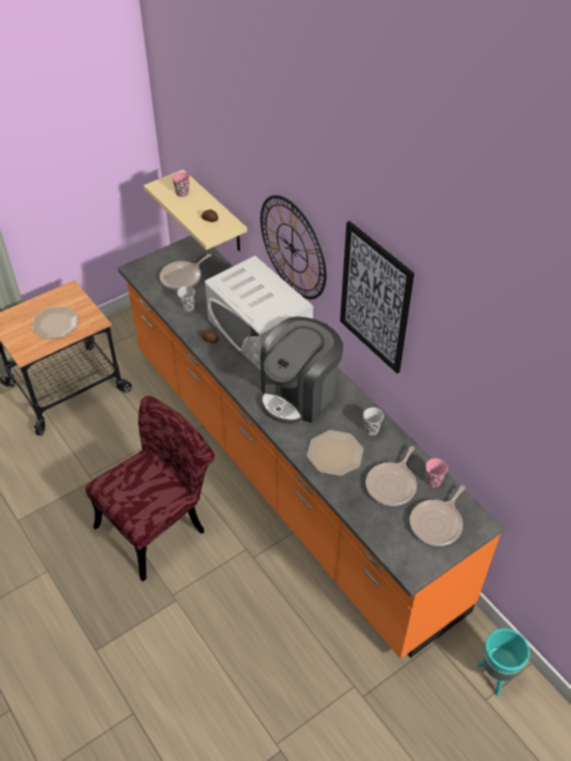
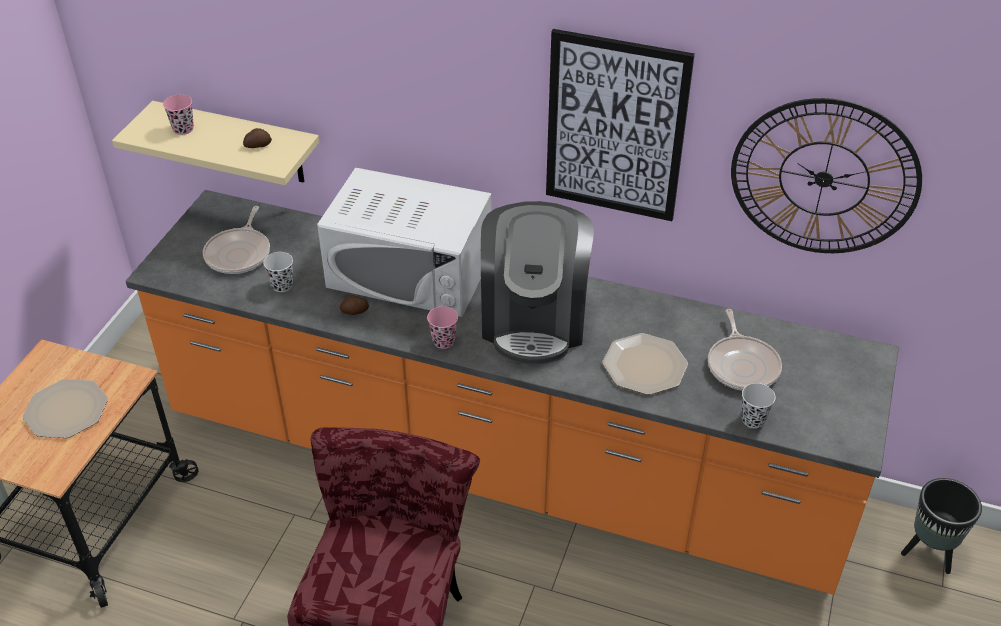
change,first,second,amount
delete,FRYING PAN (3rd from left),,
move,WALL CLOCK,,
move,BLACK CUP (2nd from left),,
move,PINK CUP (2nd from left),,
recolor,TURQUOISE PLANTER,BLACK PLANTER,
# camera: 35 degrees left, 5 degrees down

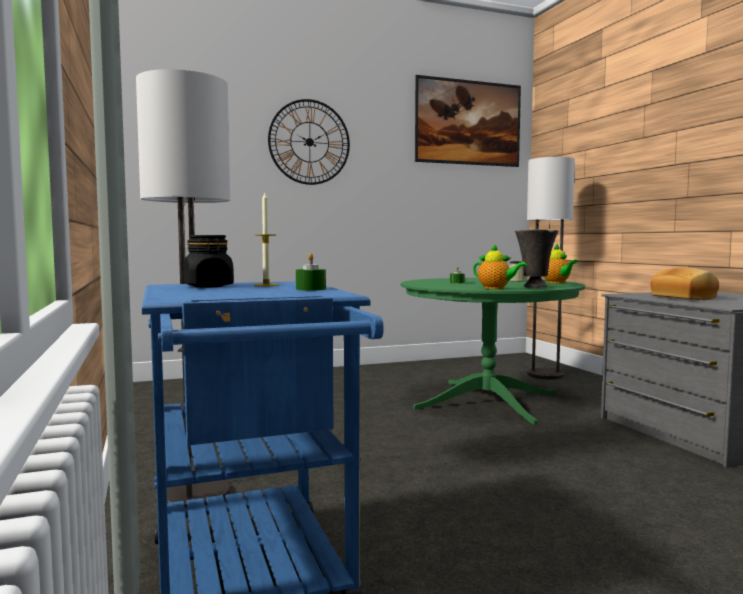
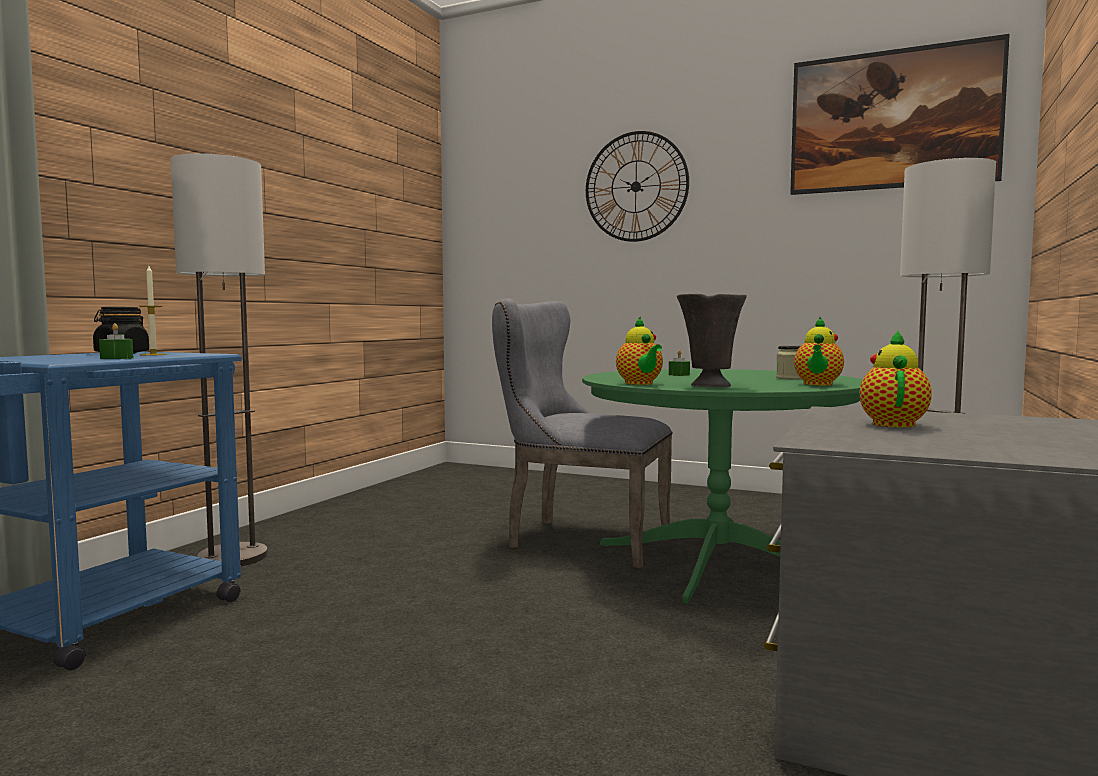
change,first,second,amount
insert,,GREY CHAIR,
replace,BREAD,TEAPOT (3rd from left),
# camera: 45 degrees right, 0 degrees up

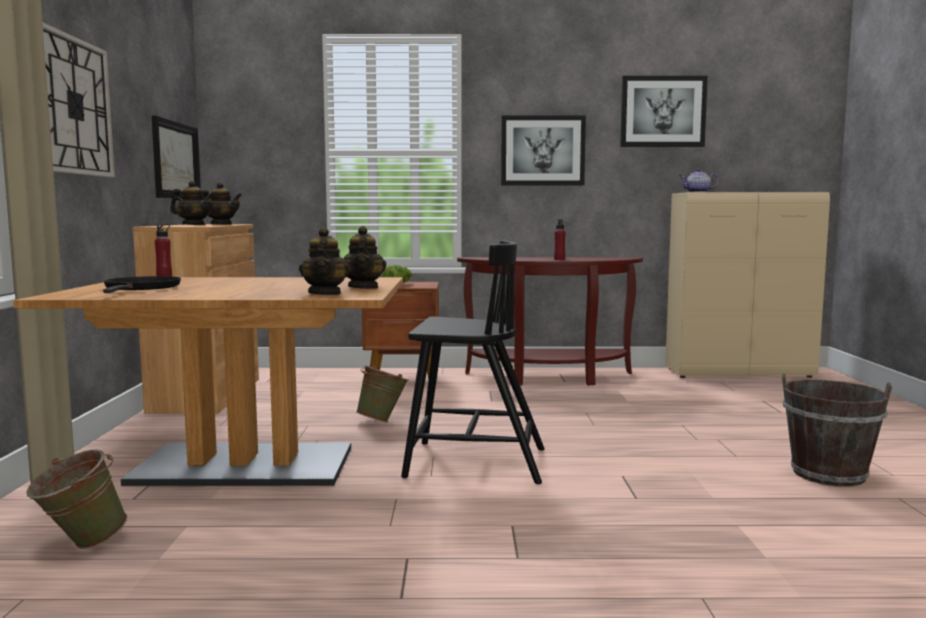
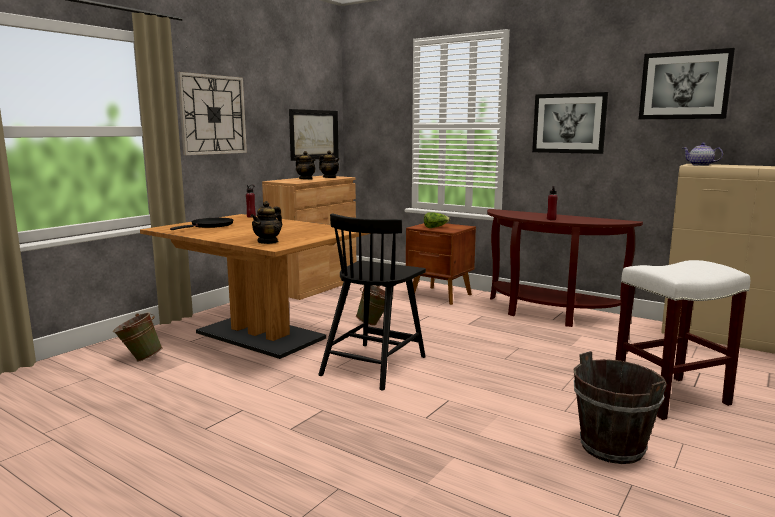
change,first,second,amount
delete,TEAPOT (4th from left),,
insert,,WHITE STOOL,
rotate,BLACK CHAIR,,75 degrees clockwise
# camera: 35 degrees right, 5 degrees up

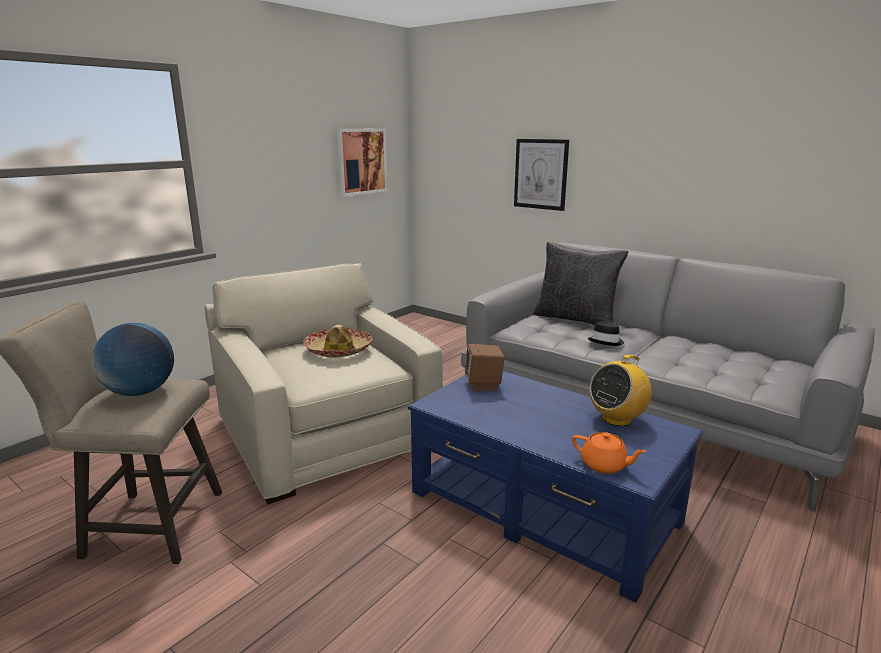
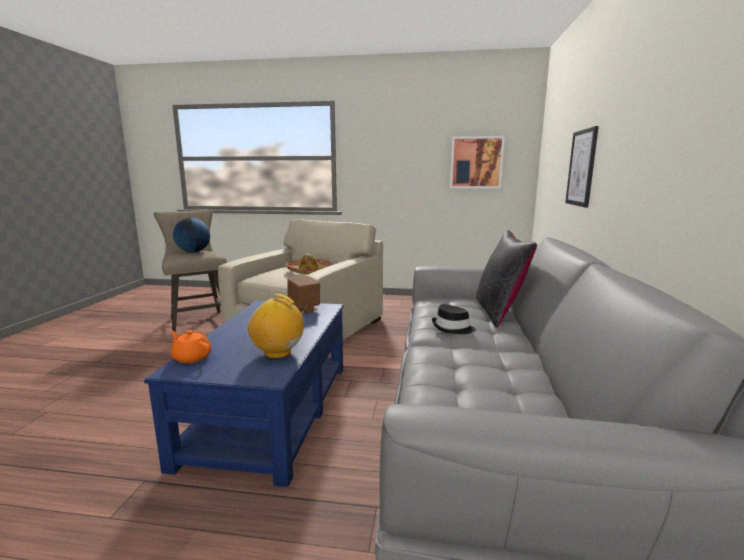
change,first,second,amount
rotate,ORANGE TEAPOT,,120 degrees clockwise
# camera: 60 degrees right, 5 degrees down

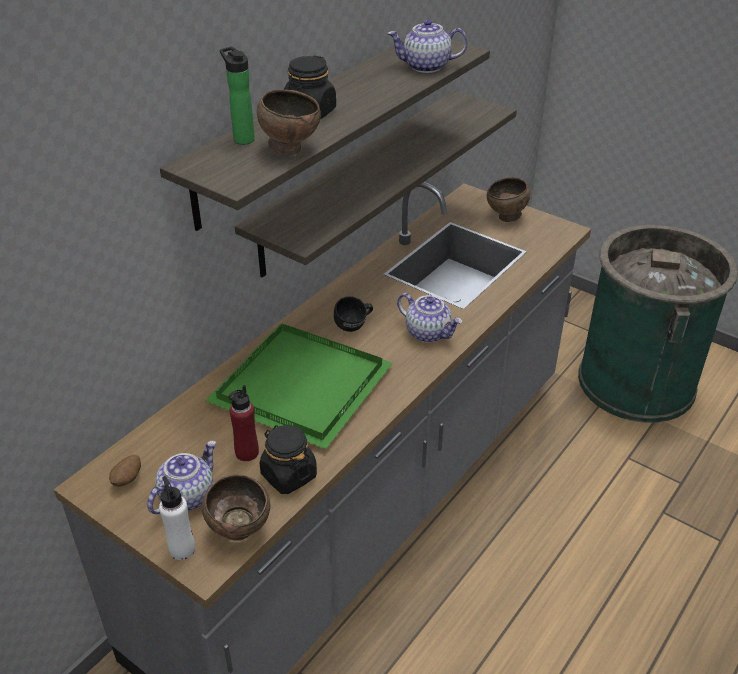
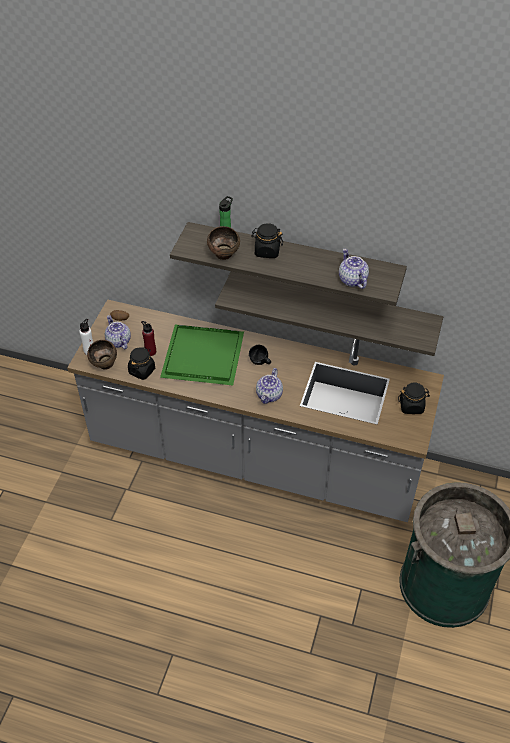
change,first,second,amount
replace,BROWN BOWL (3rd from left),BLACK JAR (3rd from left),
rotate,TEAPOT (1st from left),,135 degrees counterclockwise
# camera: 70 degrees right, 10 degrees up

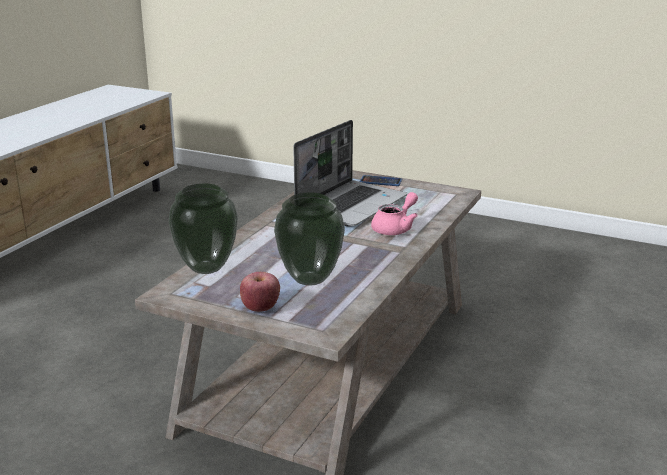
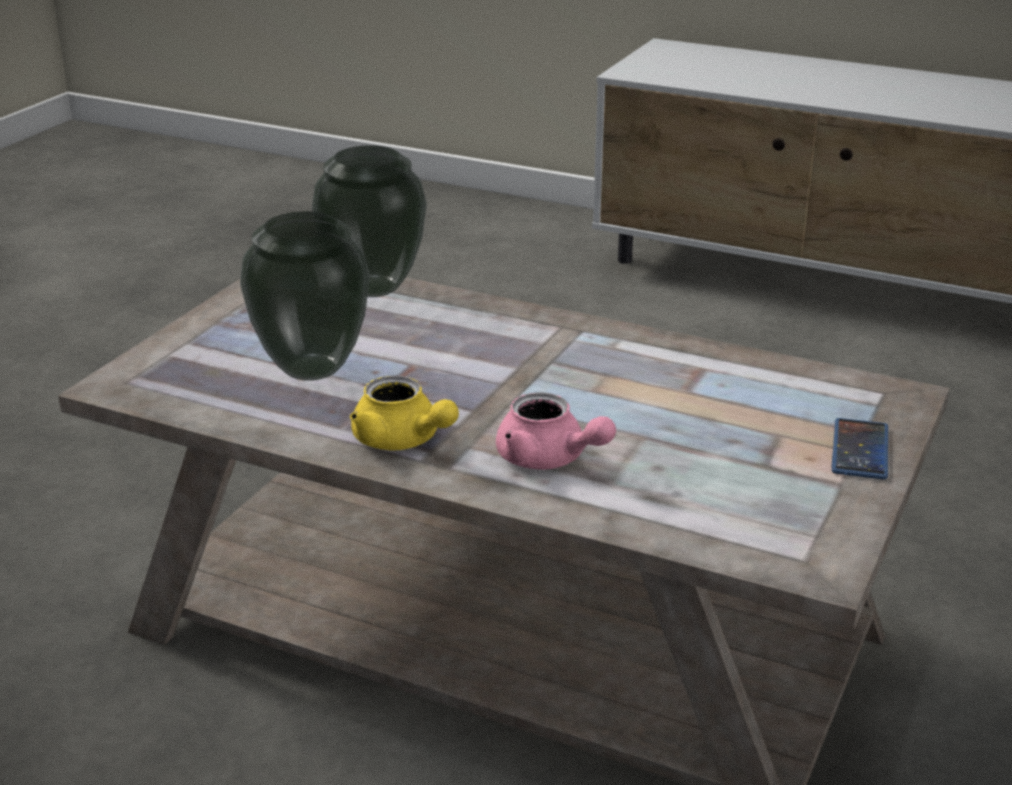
change,first,second,amount
delete,APPLE,,
delete,LAPTOP,,
insert,,YELLOW TEAPOT,
# camera: 90 degrees right, 5 degrees up

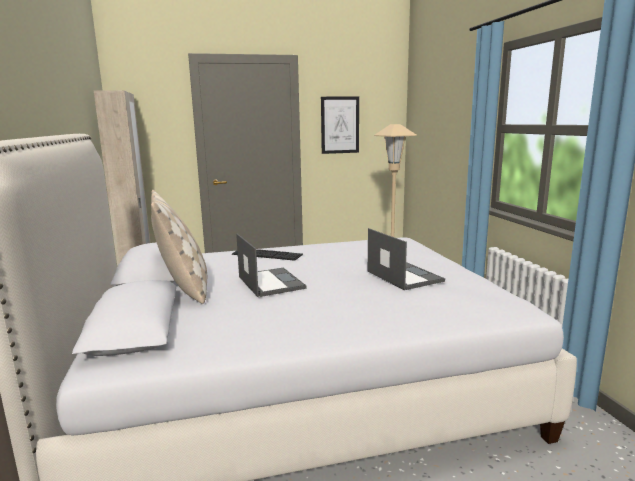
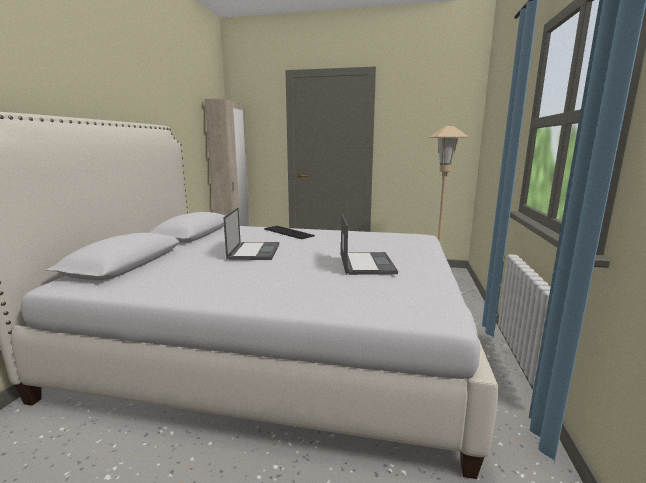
change,first,second,amount
delete,BEIGE PILLOW,,
delete,PICTURE,,
# camera: 25 degrees right, 0 degrees up

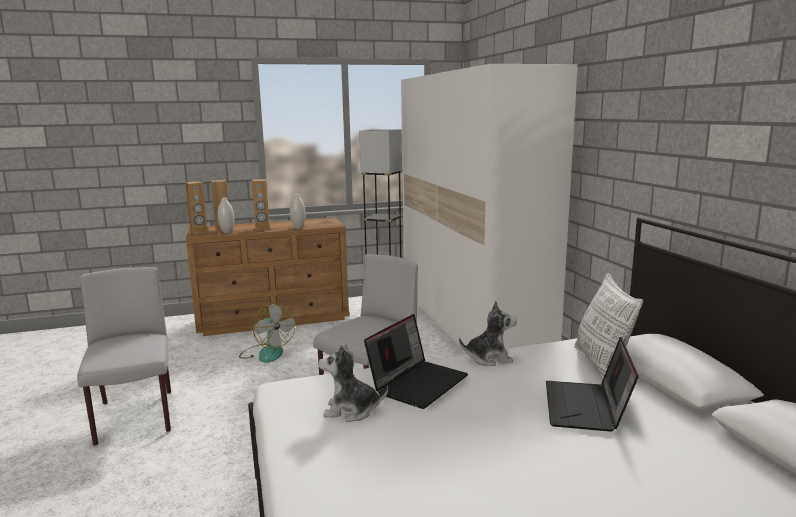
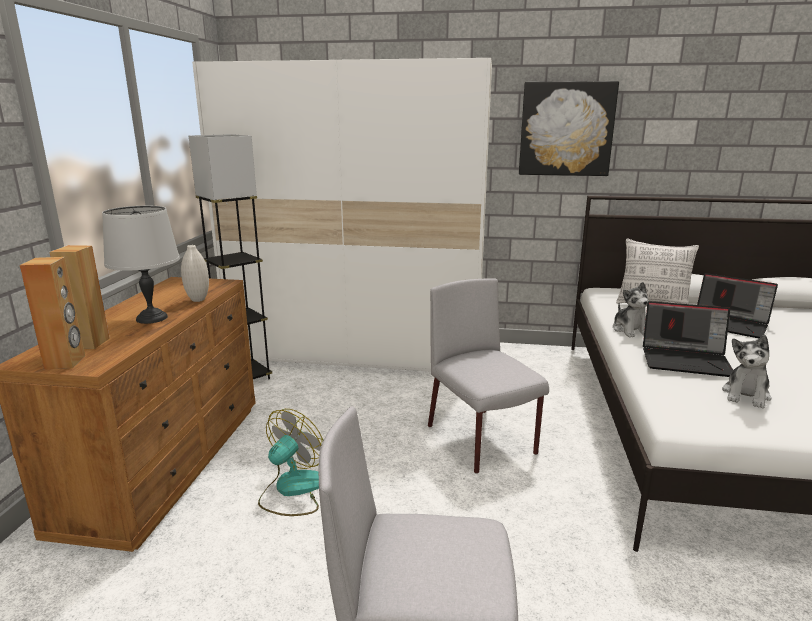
change,first,second,amount
delete,WHITE VASE (1st from left),,
insert,,PICTURE,
replace,BROWN SPEAKER (3rd from left),GREY TABLE LAMP,
rotate,FAN,,45 degrees counterclockwise
rotate,LAPTOP (1st from left),,135 degrees clockwise
rotate,PLUSH TOY (2nd from left in the first image),PLUSH TOY (1st from left),150 degrees clockwise
# camera: 65 degrees left, 5 degrees up

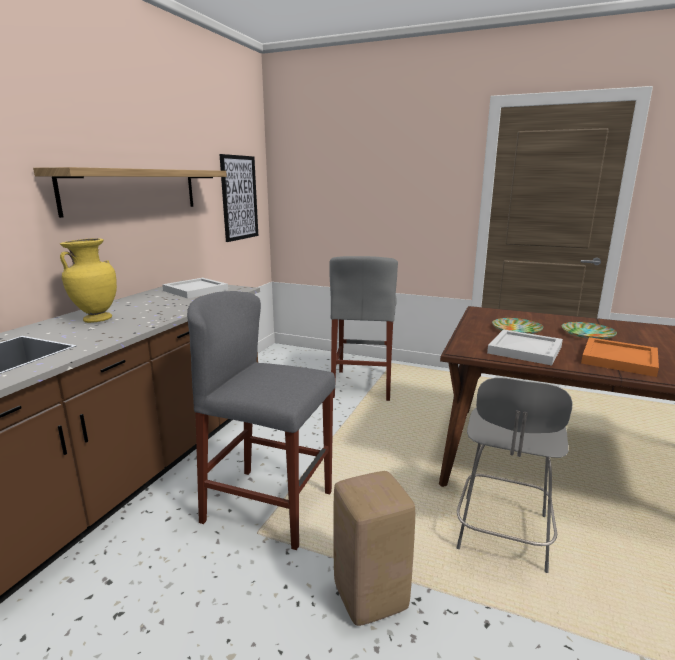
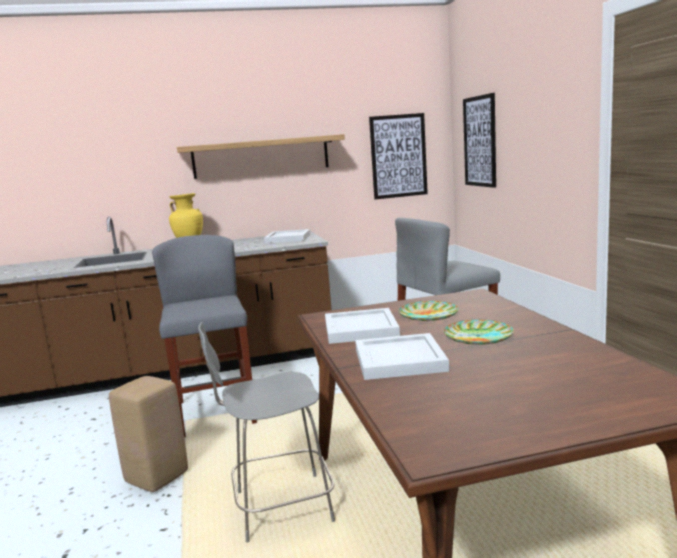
change,first,second,amount
insert,,PICTURE (2nd from left),
recolor,ORANGE TRAY,WHITE TRAY (3rd from left),
# camera: 55 degrees right, 5 degrees down

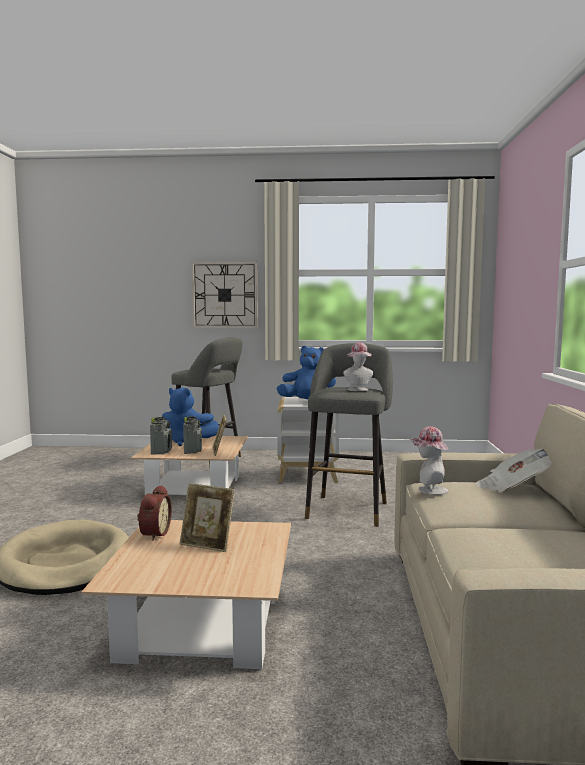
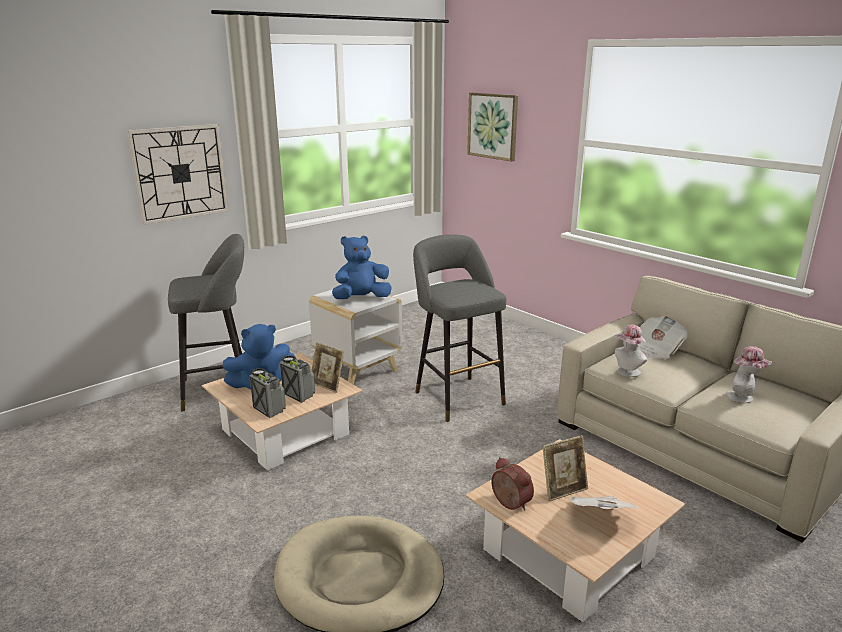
change,first,second,amount
insert,,PICTURE,
insert,,NEWSPAPER (1st from left),
move,HAT (1st from left in the first image),HAT (2nd from left),
# camera: 45 degrees left, 15 degrees up

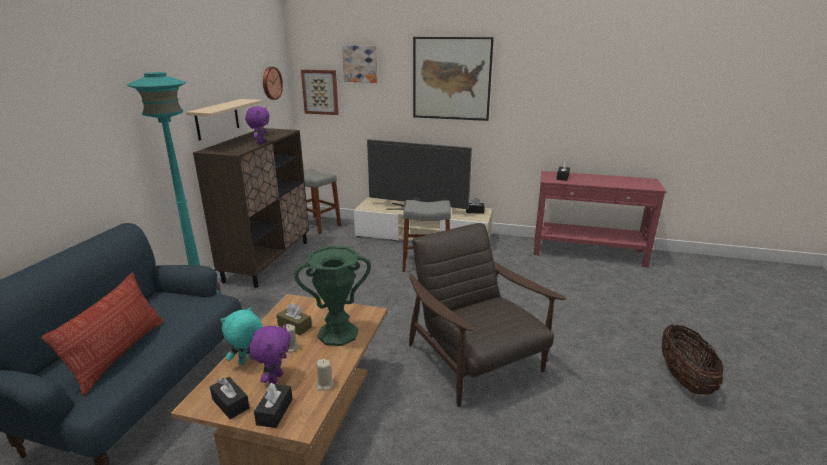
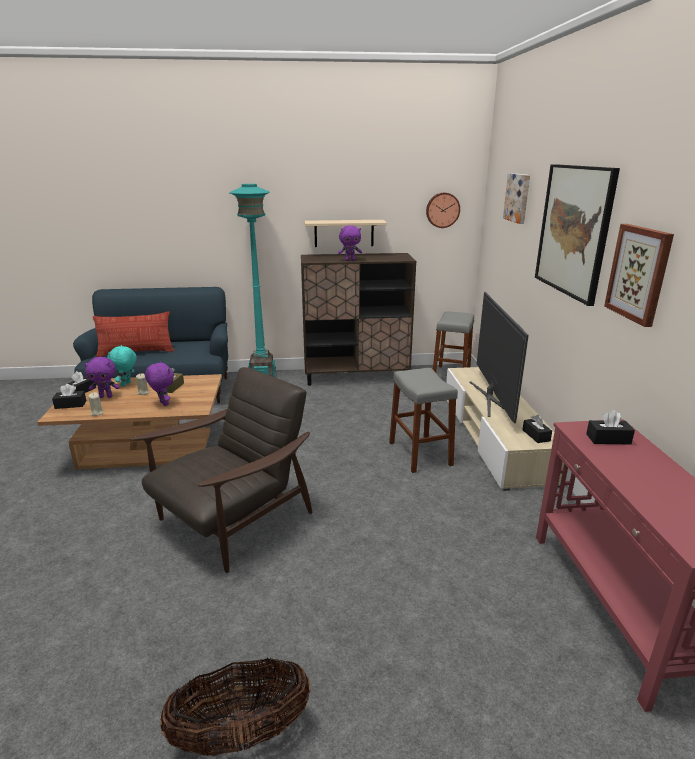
change,first,second,amount
move,PICTURE (1st from left in the first image),PICTURE (3rd from left),
replace,GREEN VASE,PURPLE PLUSH TOY (2nd from left),
rotate,TURQUOISE PLUSH TOY,,105 degrees counterclockwise
# camera: 70 degrees right, 0 degrees up

